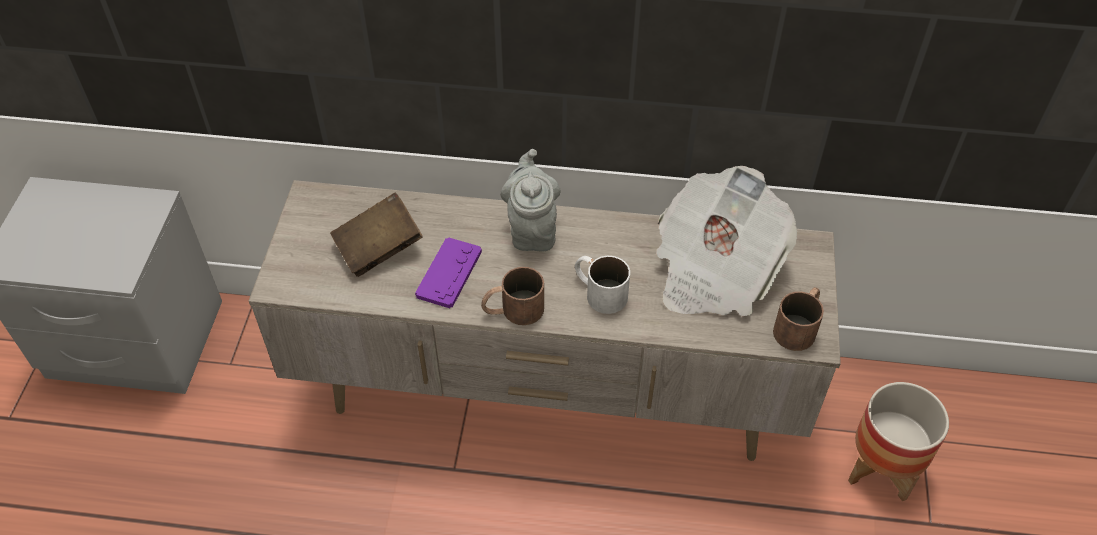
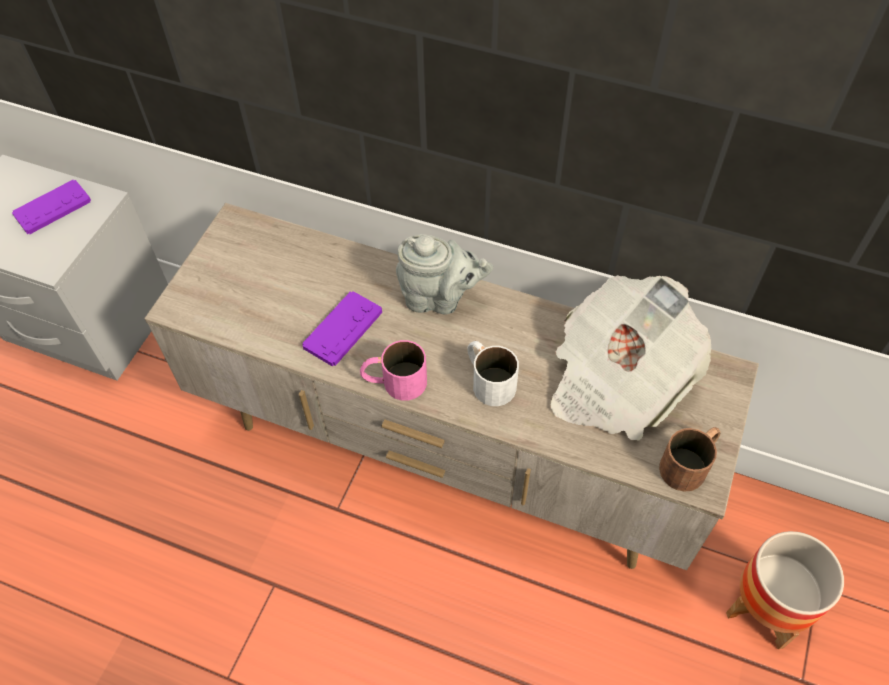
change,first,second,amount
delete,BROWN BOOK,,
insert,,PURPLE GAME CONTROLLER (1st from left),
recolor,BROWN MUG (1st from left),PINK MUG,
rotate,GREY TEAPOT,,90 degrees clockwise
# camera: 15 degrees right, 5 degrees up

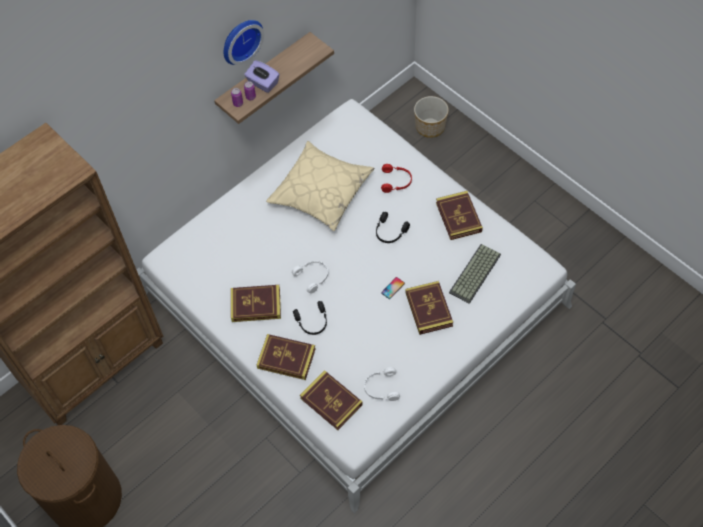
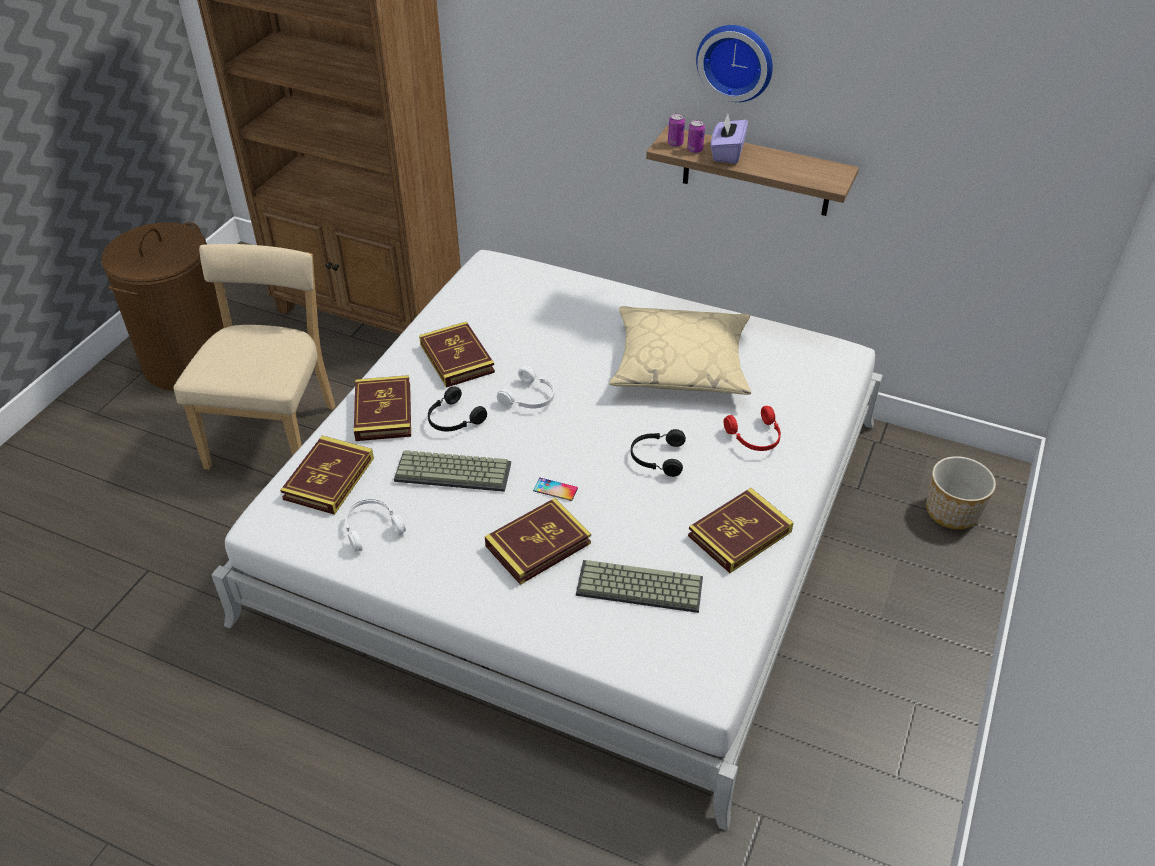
change,first,second,amount
insert,,BEIGE CHAIR,
insert,,KEYBOARD (1st from left),
# camera: 65 degrees right, 15 degrees down

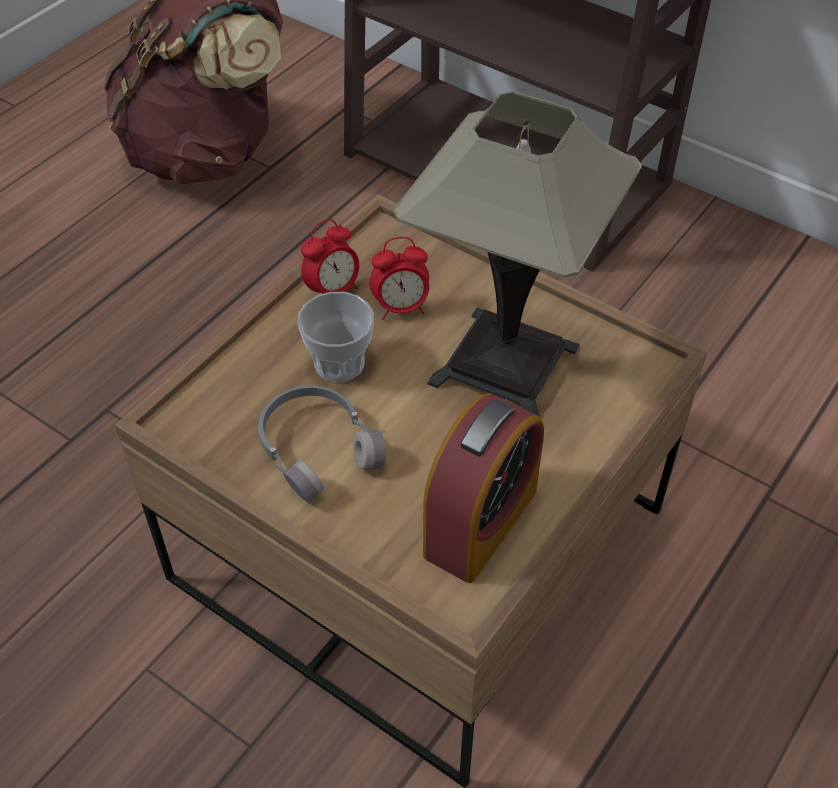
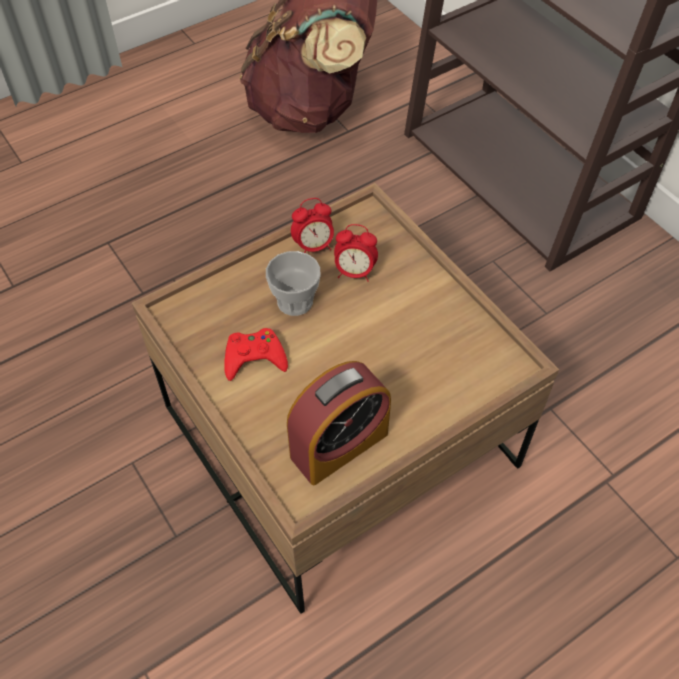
change,first,second,amount
delete,TABLE LAMP,,
replace,GREY HEADPHONES,RED GAME CONTROLLER,
# camera: 20 degrees right, 5 degrees up

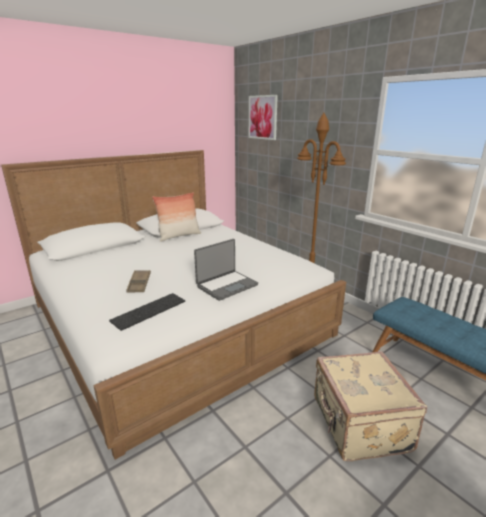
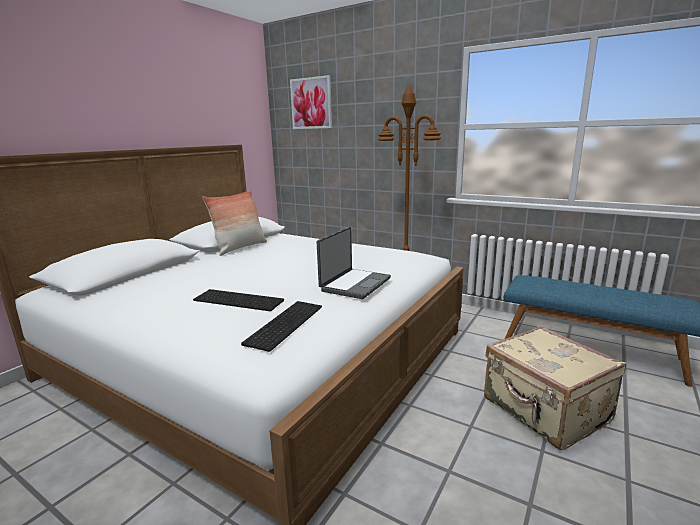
change,first,second,amount
replace,BROWN TRAY,KEYBOARD (1st from left),
# camera: 20 degrees left, 5 degrees down

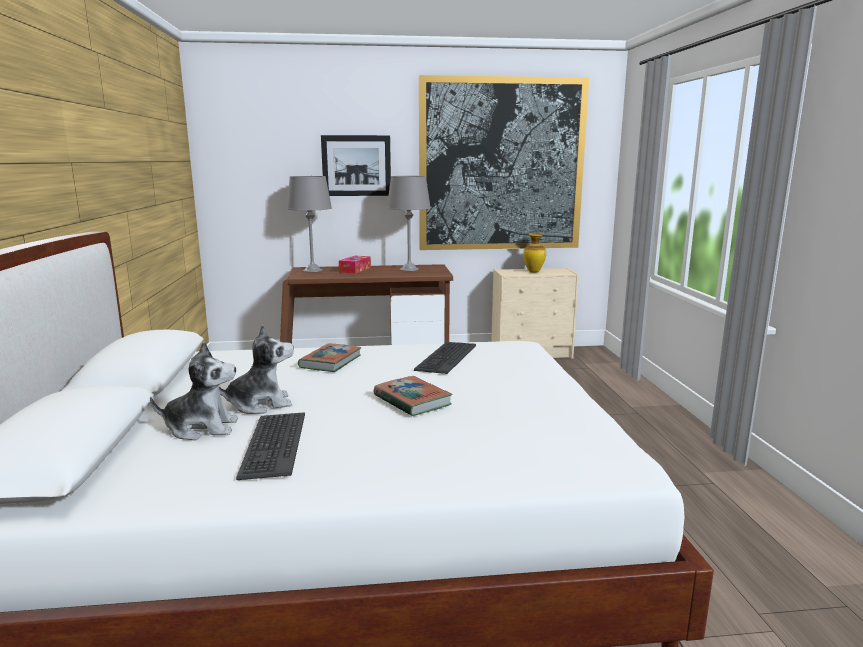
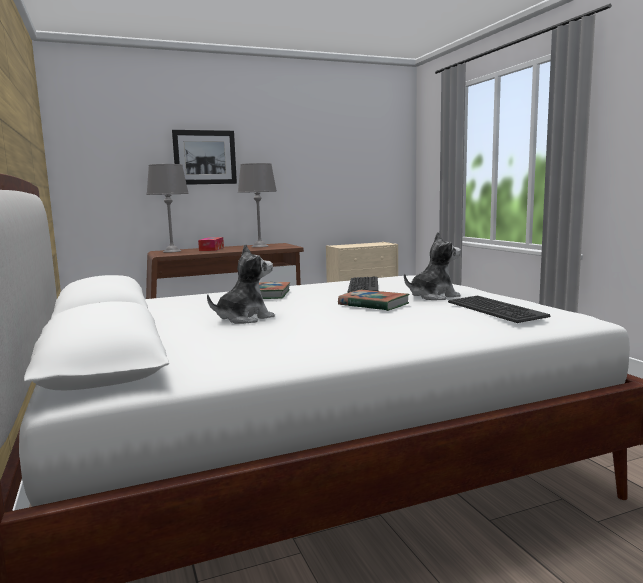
change,first,second,amount
delete,PICTURE (2nd from left),,
delete,VASE,,
move,PLUSH TOY (1st from left in the first image),PLUSH TOY (2nd from left),
move,KEYBOARD (1st from left in the first image),KEYBOARD (2nd from left),
# camera: 15 degrees left, 5 degrees down

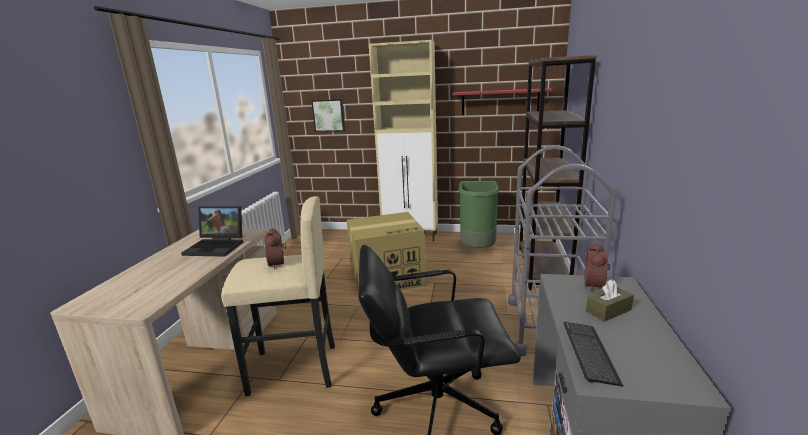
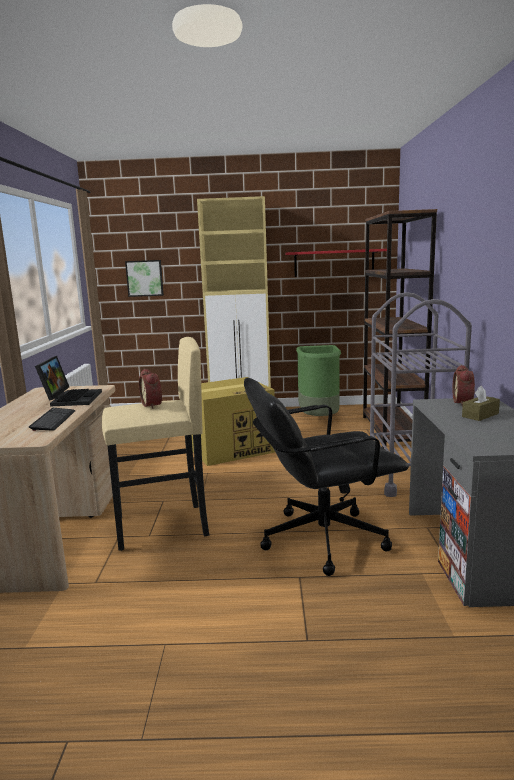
change,first,second,amount
move,KEYBOARD,,
rotate,LAPTOP,,90 degrees counterclockwise
# camera: 10 degrees left, 5 degrees down

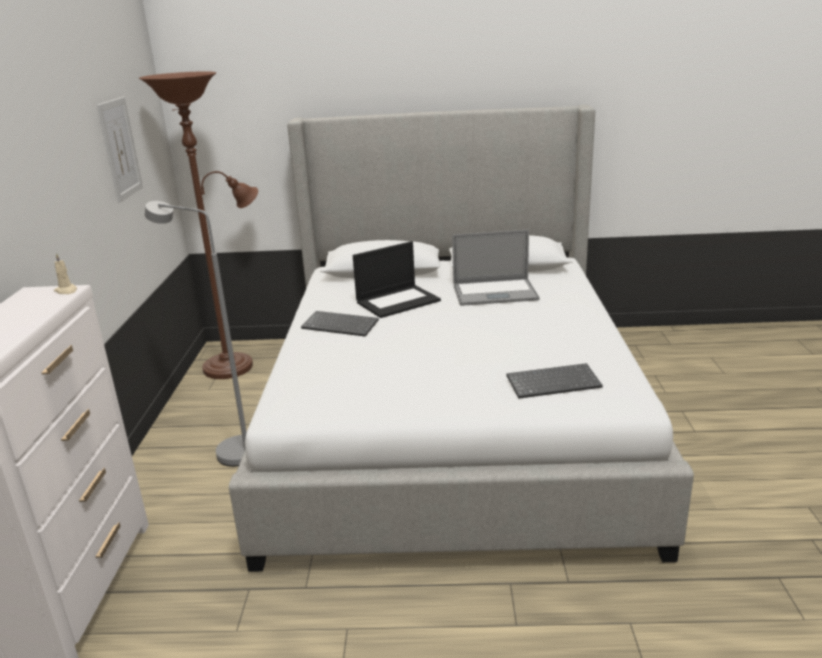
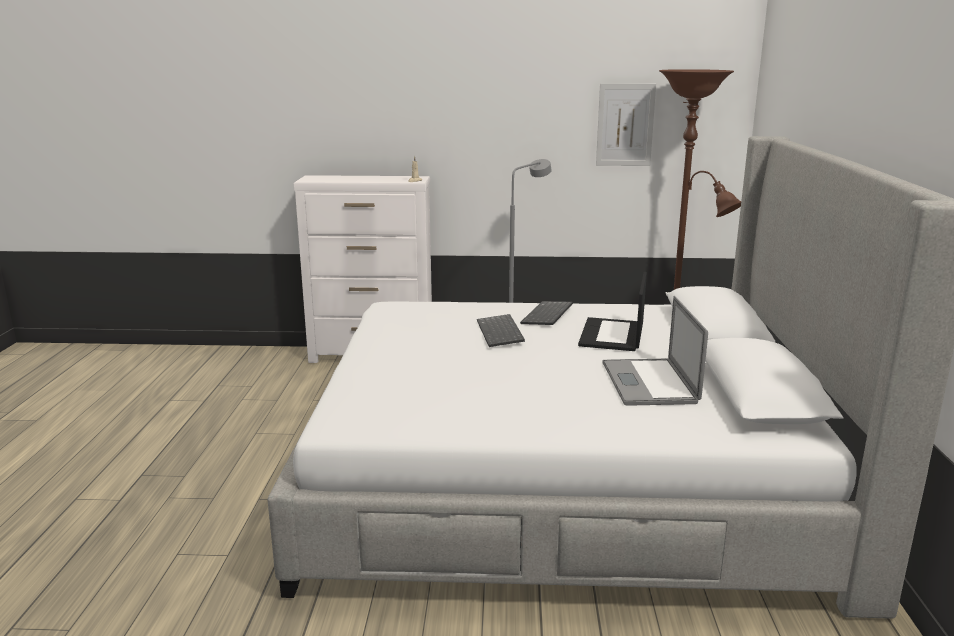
change,first,second,amount
move,KEYBOARD (2nd from left in the first image),KEYBOARD (1st from left),
rotate,LAPTOP (1st from left),,45 degrees clockwise
# camera: 90 degrees right, 5 degrees down

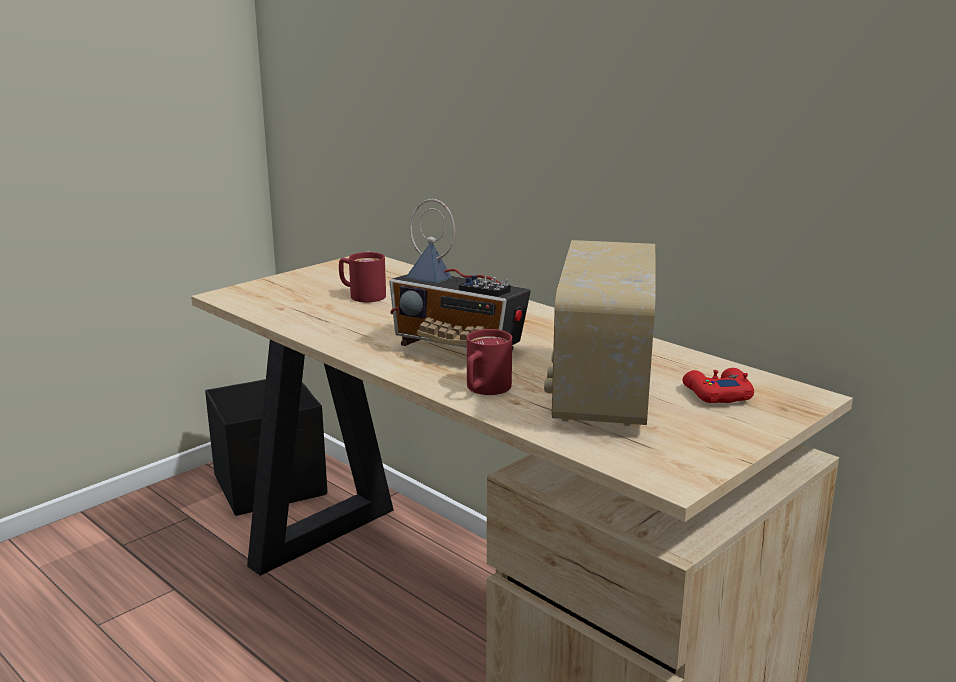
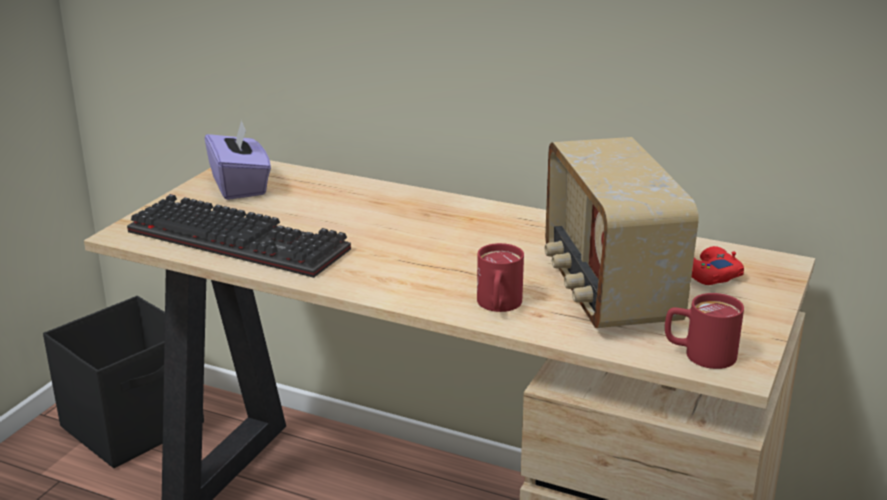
change,first,second,amount
delete,RADIO (1st from left),,
insert,,KEYBOARD,
insert,,PURPLE TISSUE BOX,
move,RED MUG (1st from left in the first image),RED MUG (2nd from left),
# camera: 20 degrees left, 5 degrees up

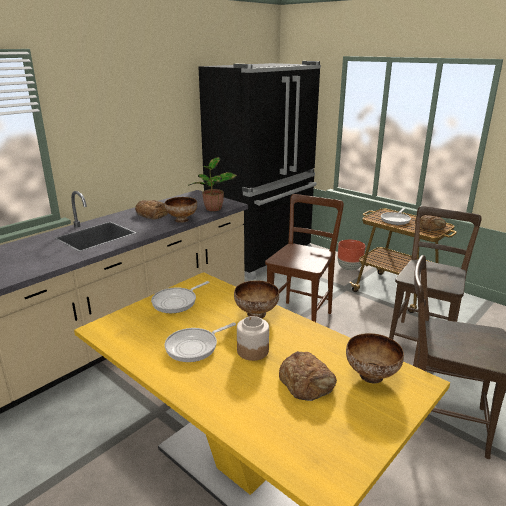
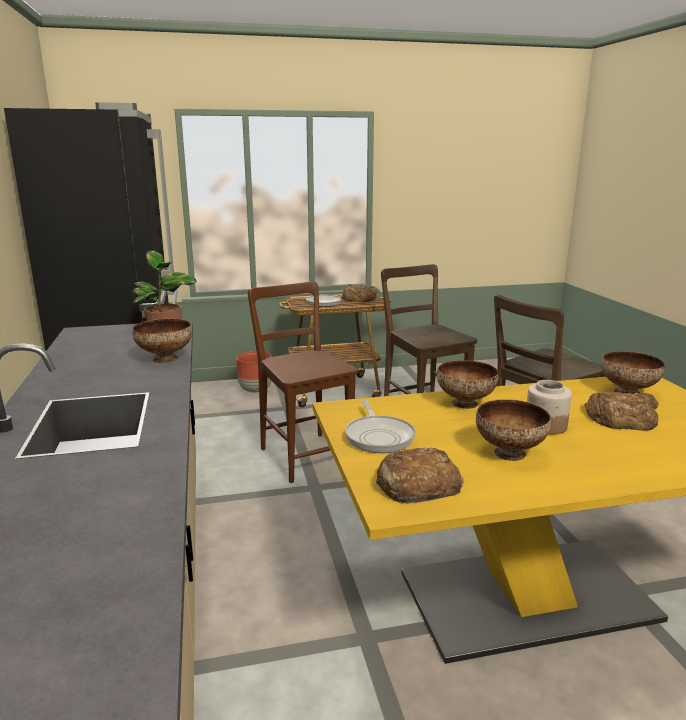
change,first,second,amount
move,BREAD (1st from left in the first image),BREAD (2nd from left),
replace,FRYING PAN (2nd from left),BOWL (3rd from left),
# camera: 55 degrees left, 5 degrees down

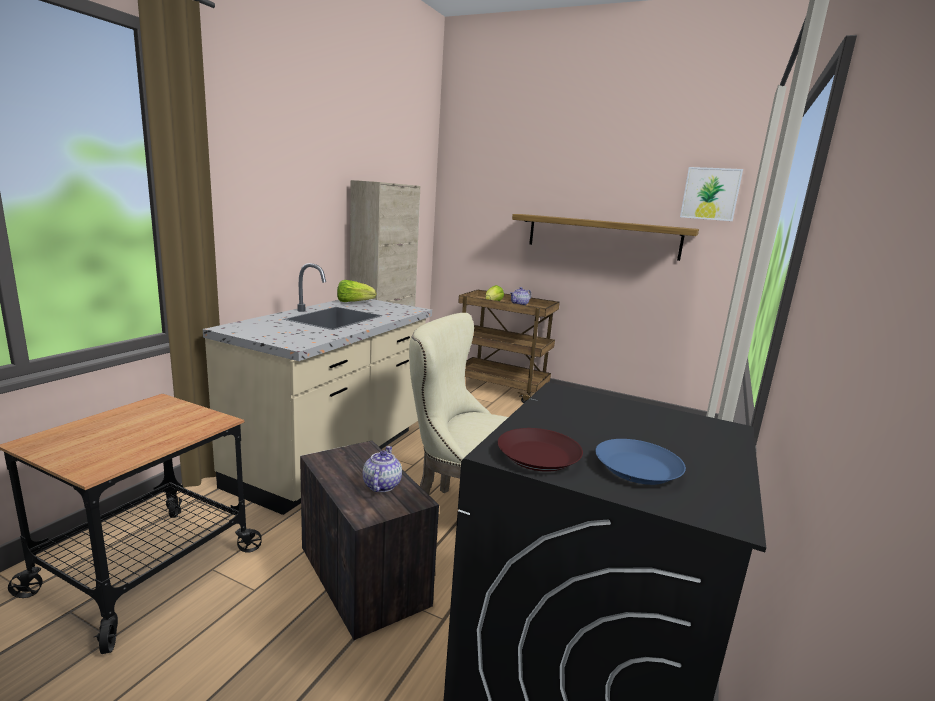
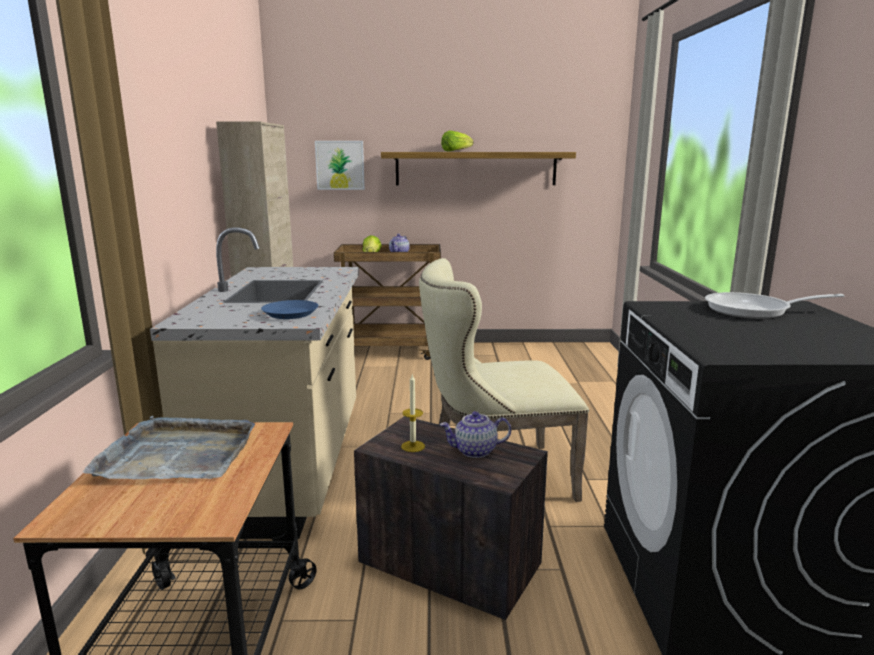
change,first,second,amount
delete,BROWN PLATE,,
insert,,GREY TRAY,
insert,,CANDLE,
insert,,FRYING PAN,
move,LETTUCE (1st from left in the first image),LETTUCE (2nd from left),
move,BLUE PLATE,,
move,PICTURE,,
rotate,TEAPOT (1st from left in the first image),TEAPOT (2nd from left),75 degrees counterclockwise
# camera: 25 degrees left, 0 degrees up

